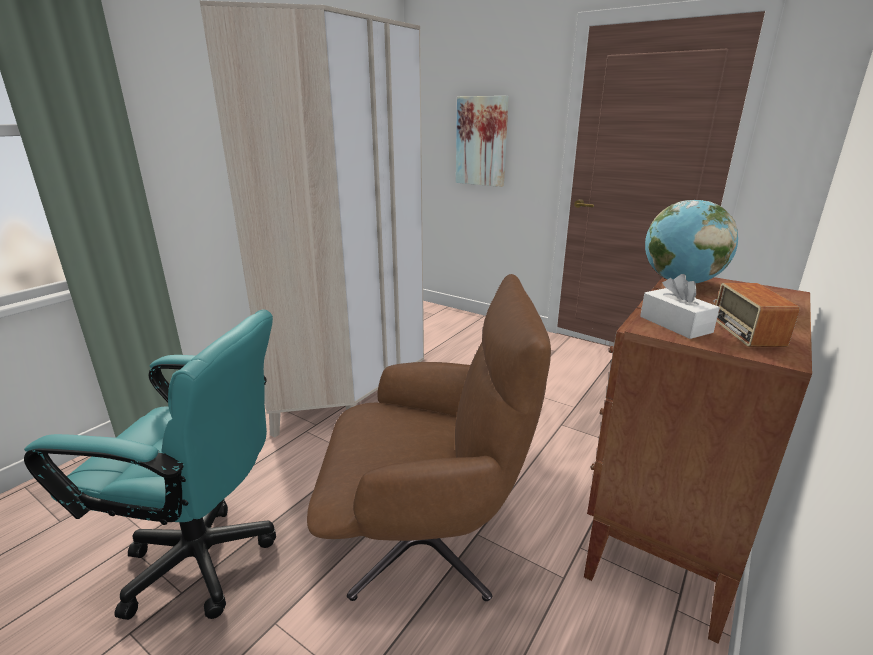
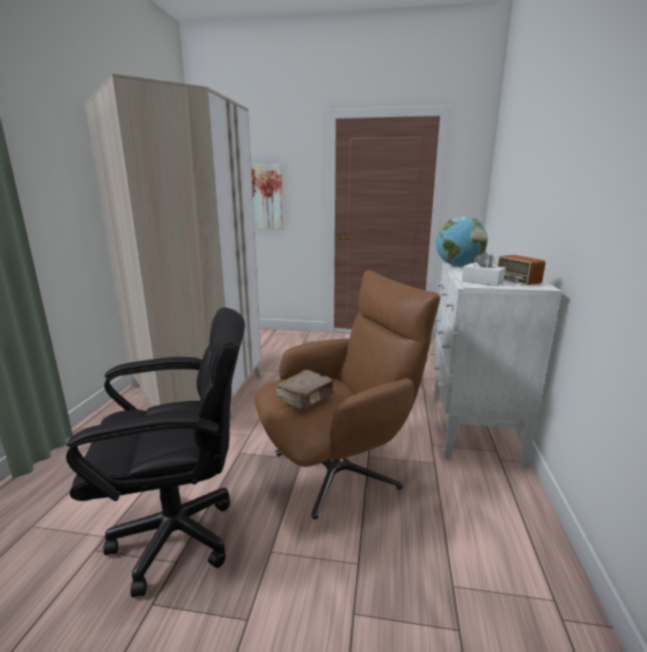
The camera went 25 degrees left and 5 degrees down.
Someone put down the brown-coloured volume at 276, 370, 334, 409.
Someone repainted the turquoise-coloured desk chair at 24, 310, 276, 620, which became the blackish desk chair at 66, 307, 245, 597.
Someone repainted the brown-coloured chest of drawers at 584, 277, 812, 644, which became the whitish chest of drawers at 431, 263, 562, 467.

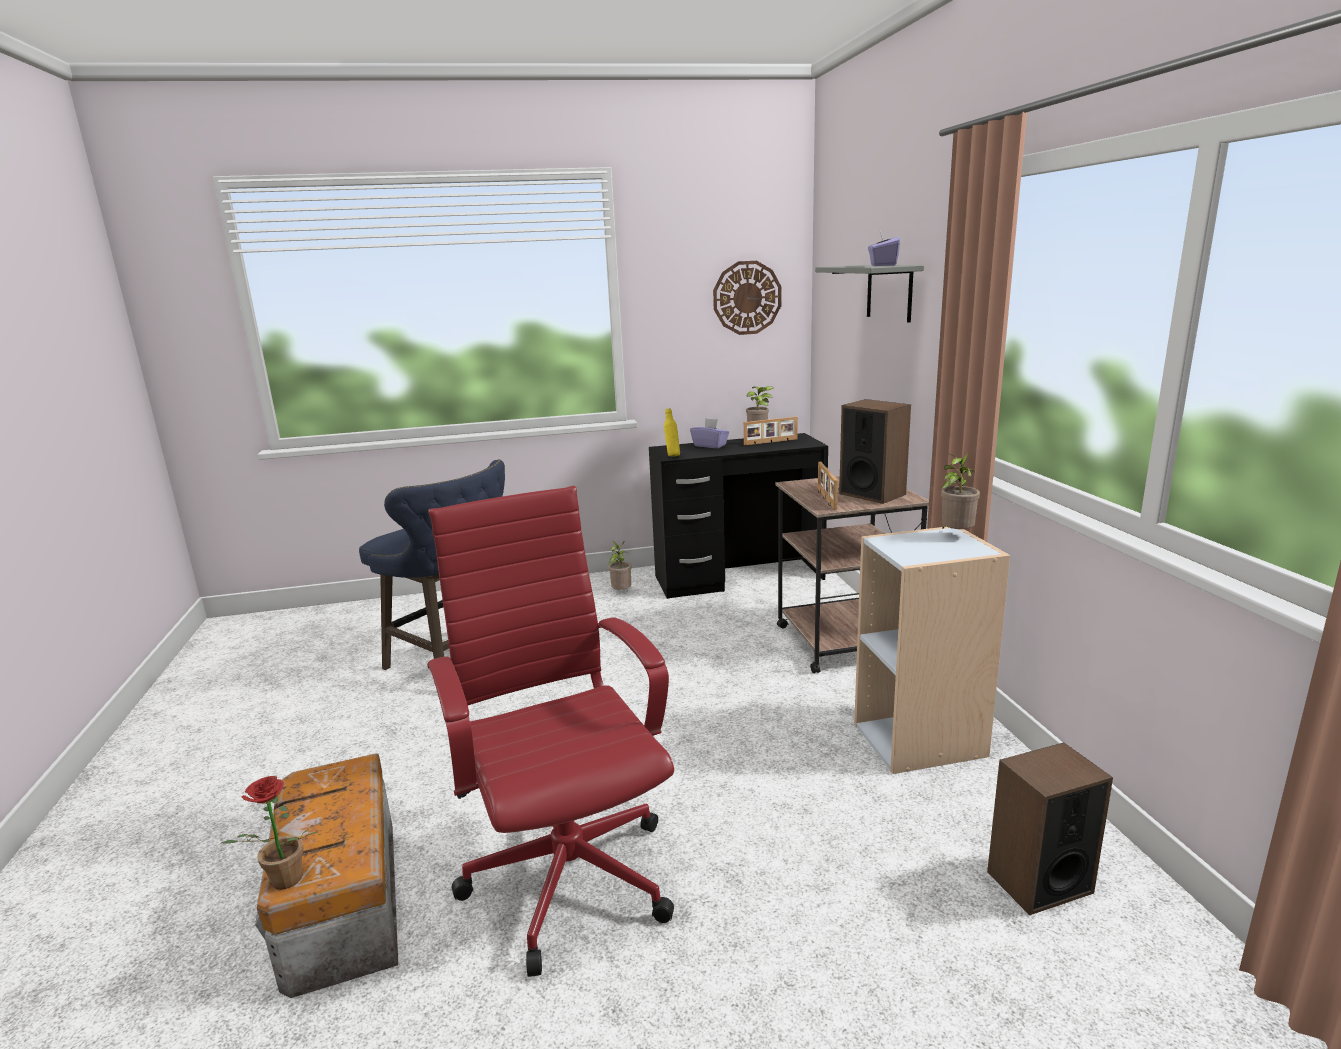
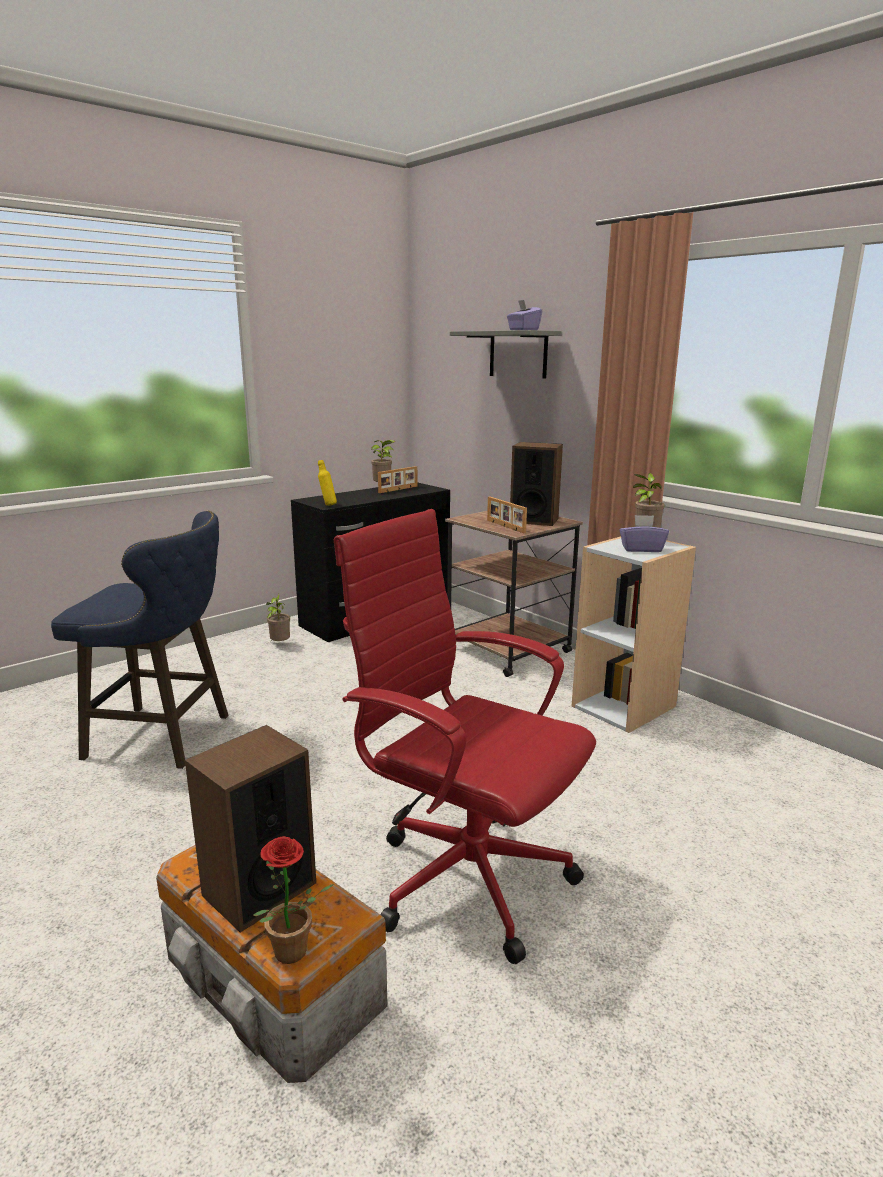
The camera went 30 degrees left and 0 degrees up.
Someone took away the wall clock at 713, 261, 782, 335.
Someone carried the purplish tissue holder from 690, 418, 729, 448 to 620, 515, 669, 552.
Someone carried the speaker from 987, 743, 1113, 915 to 185, 725, 316, 933.

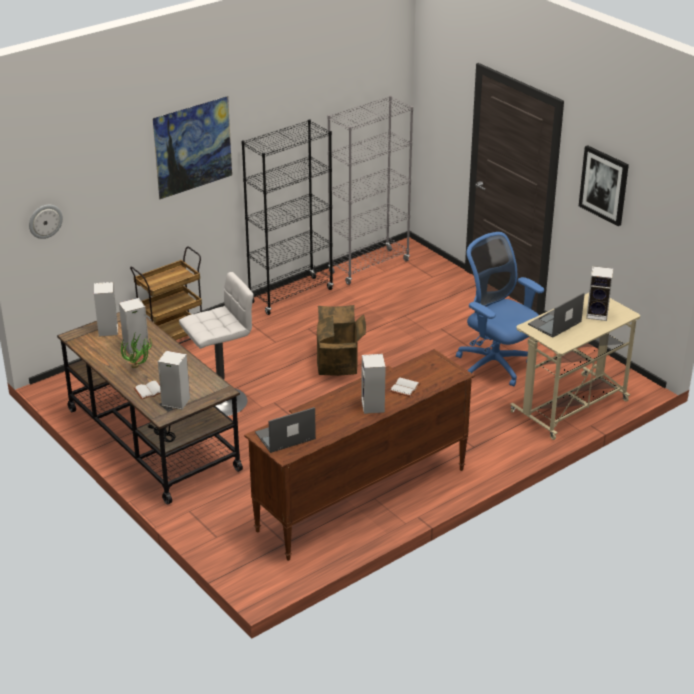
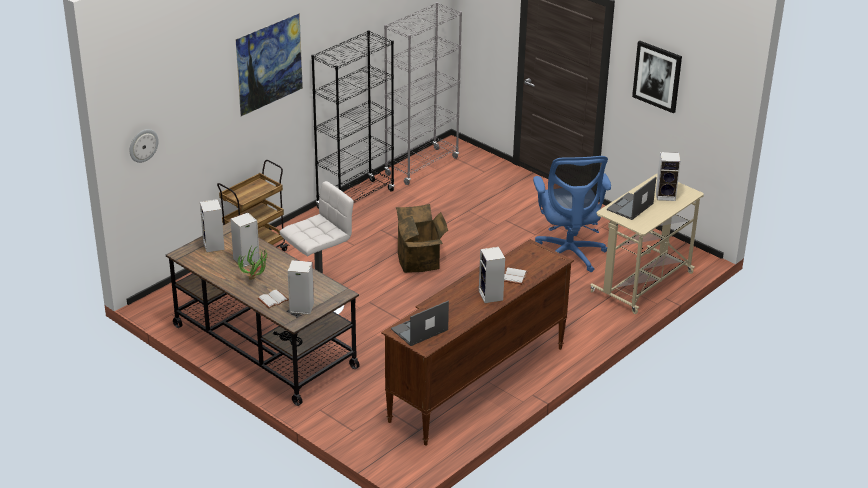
The camera went 10 degrees left and 0 degrees up.
Someone rotated the blue desk chair at 456, 232, 544, 386 by 135 degrees counterclockwise.

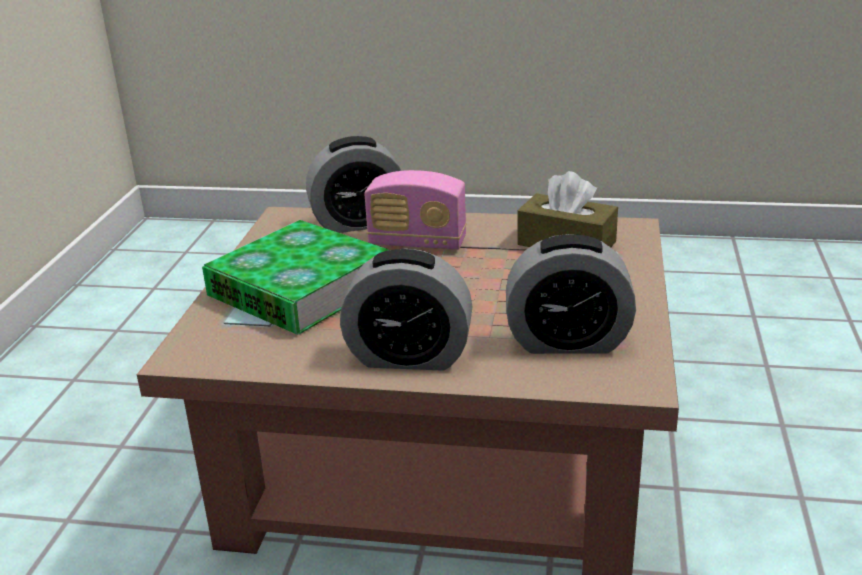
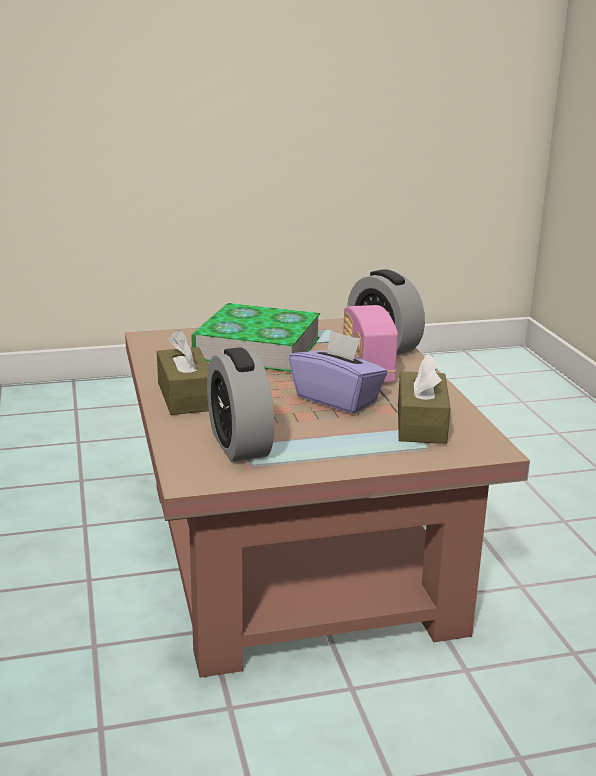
The camera went 65 degrees right and 5 degrees down.
Someone put down the purplish tissue holder at 289, 330, 387, 414.
Someone swapped the table clock at 340, 248, 472, 371 for the brown-coloured tissue holder at 157, 330, 209, 415.

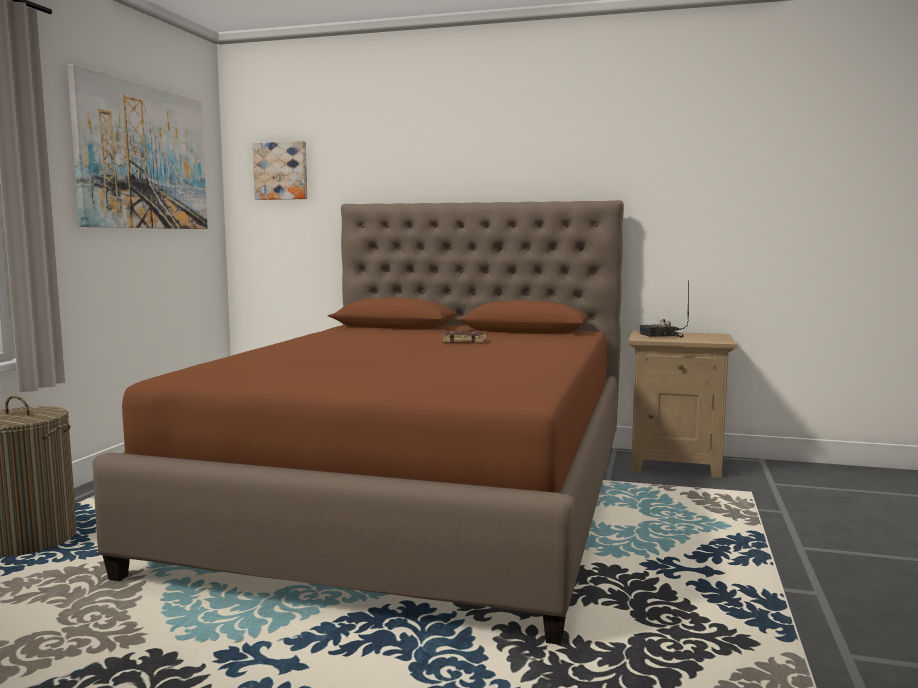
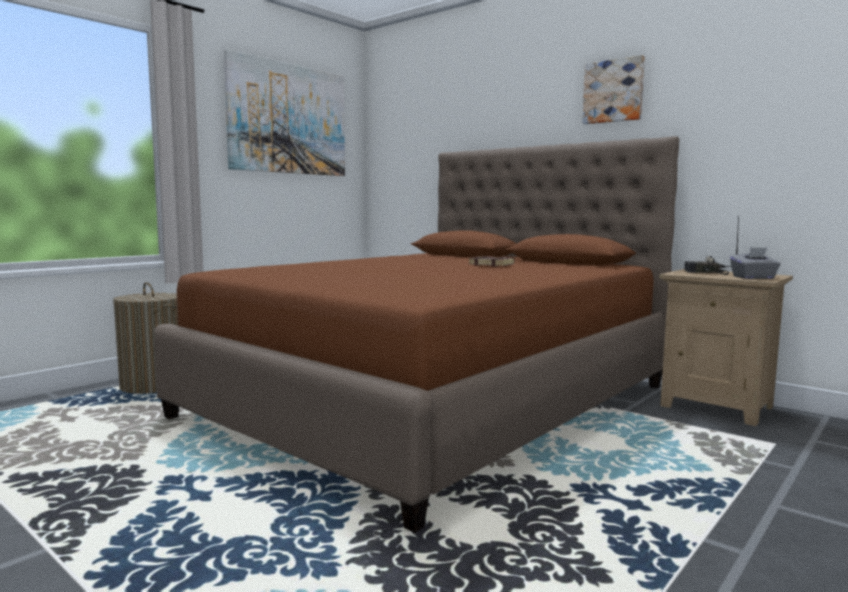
The camera went 25 degrees right and 0 degrees up.
Someone put down the gray tissue holder at 730, 247, 781, 279.
Someone carried the picture from 253, 141, 307, 200 to 582, 55, 645, 124.

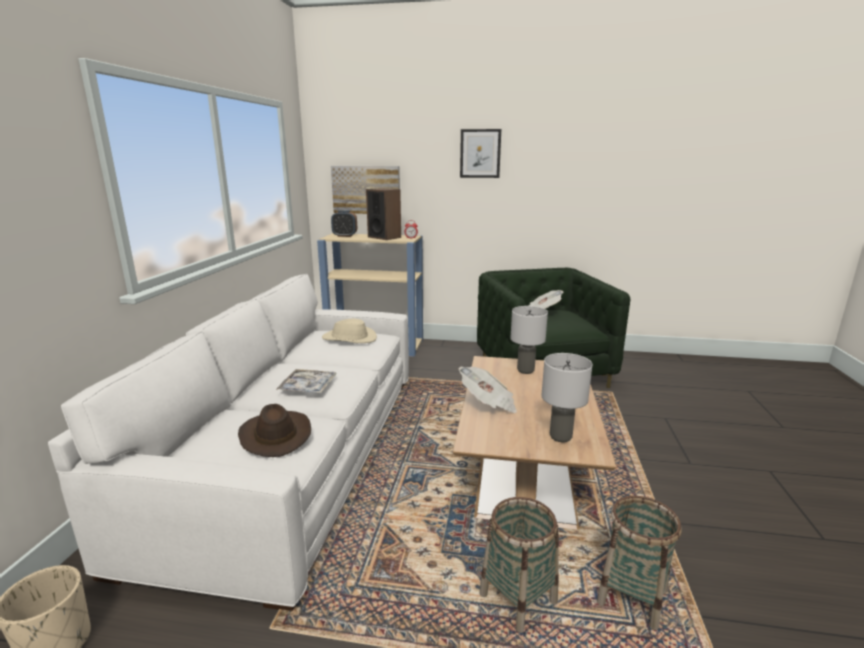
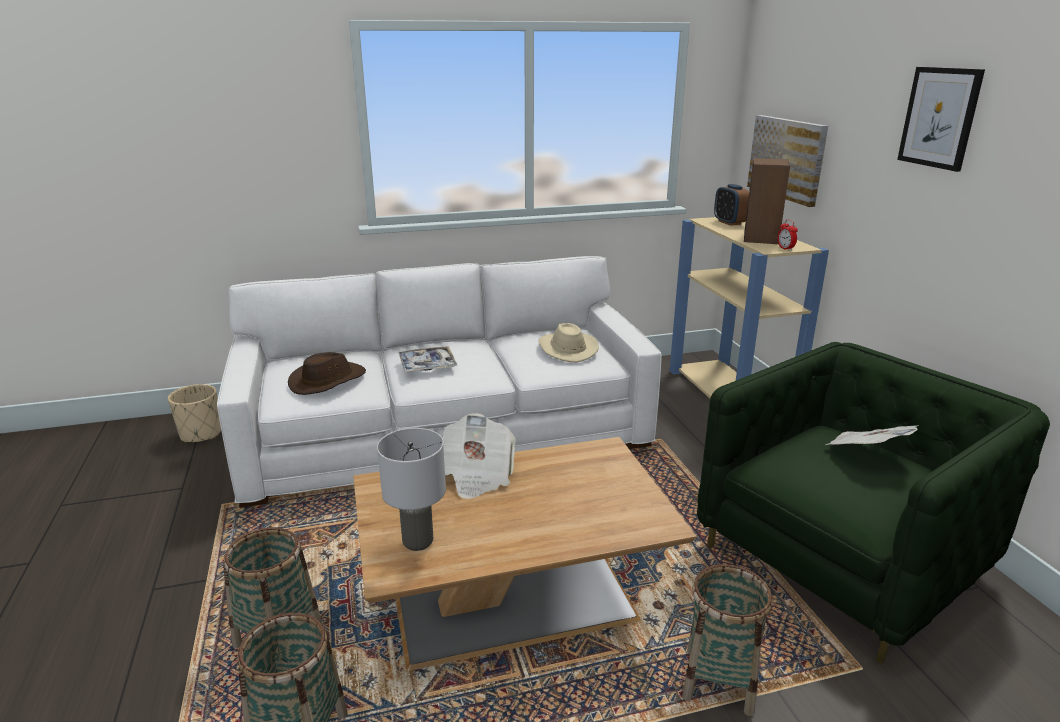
The camera went 65 degrees right and 5 degrees up.
Someone took away the whitish tabletop lamp at 510, 306, 548, 374.
Someone put down the storage basket at 682, 564, 773, 716.

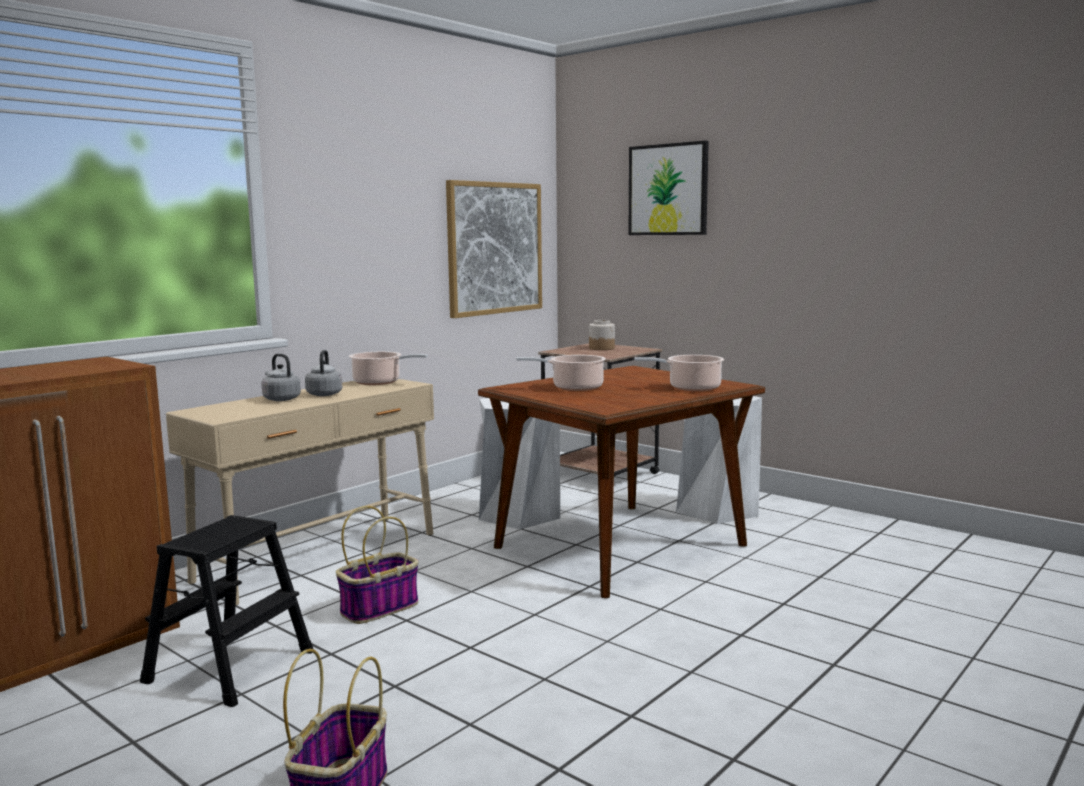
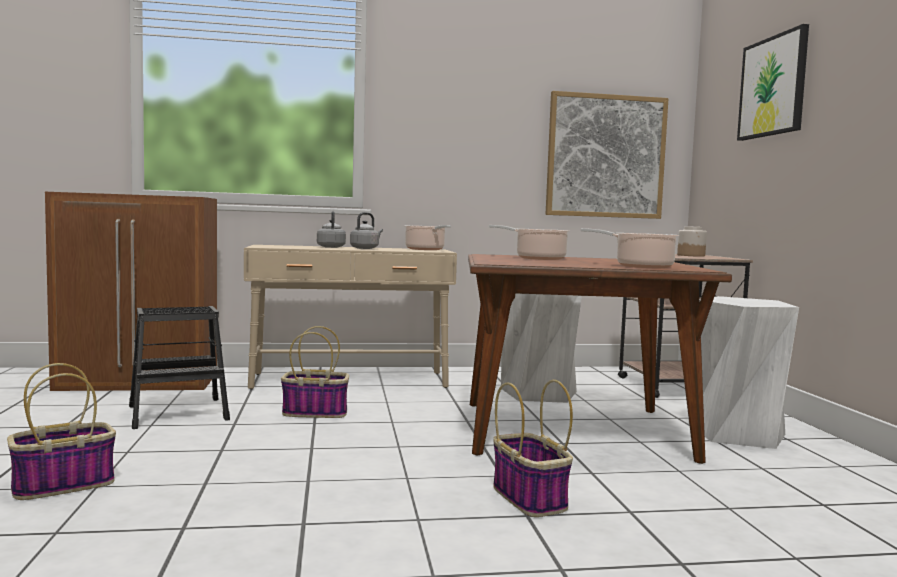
The camera went 40 degrees right and 5 degrees down.
Someone put down the storage basket at 493, 380, 573, 517.

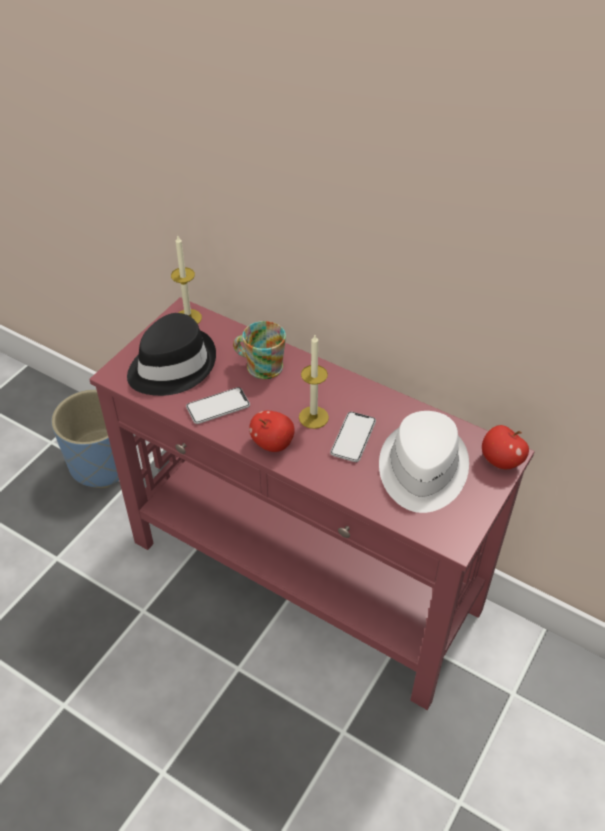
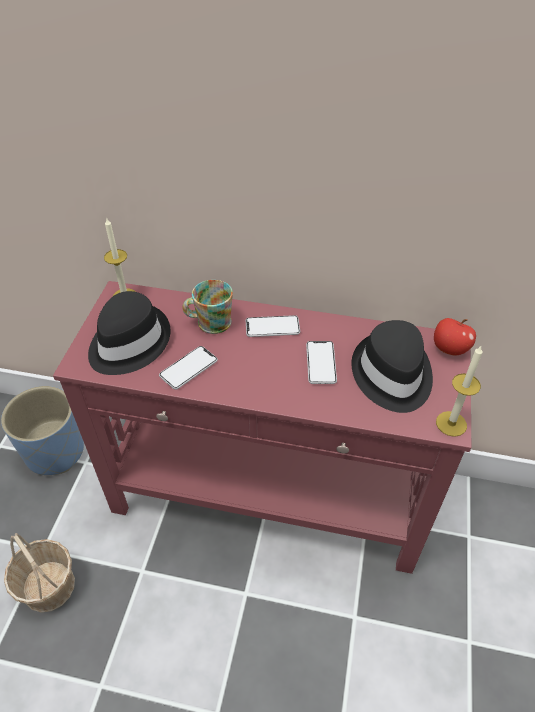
The camera went 20 degrees left and 0 degrees up.
Someone took away the whole apple at 249, 411, 295, 452.
Someone put down the storage basket at 4, 533, 75, 613.
Someone put down the telephone at 246, 315, 300, 337.
Someone carried the candle from 299, 335, 329, 429 to 436, 346, 483, 437.
Someone repainted the whitish clothing hat at 379, 411, 469, 513, which became the blackish clothing hat at 351, 320, 433, 413.

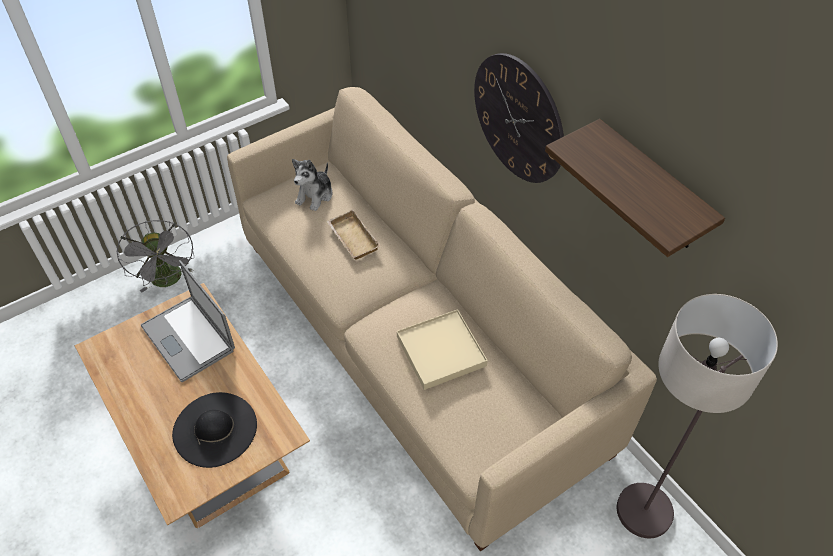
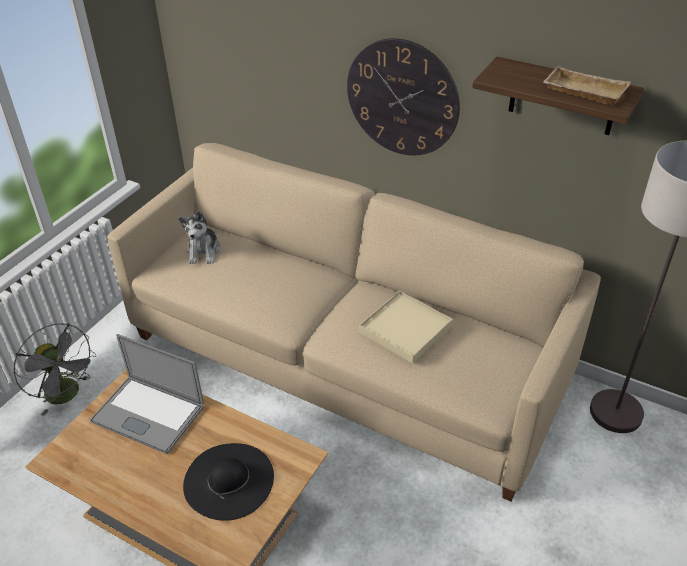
The camera went 25 degrees left and 10 degrees down.
Someone carried the beige-coloured serving tray from 327, 210, 381, 260 to 543, 66, 631, 105.

